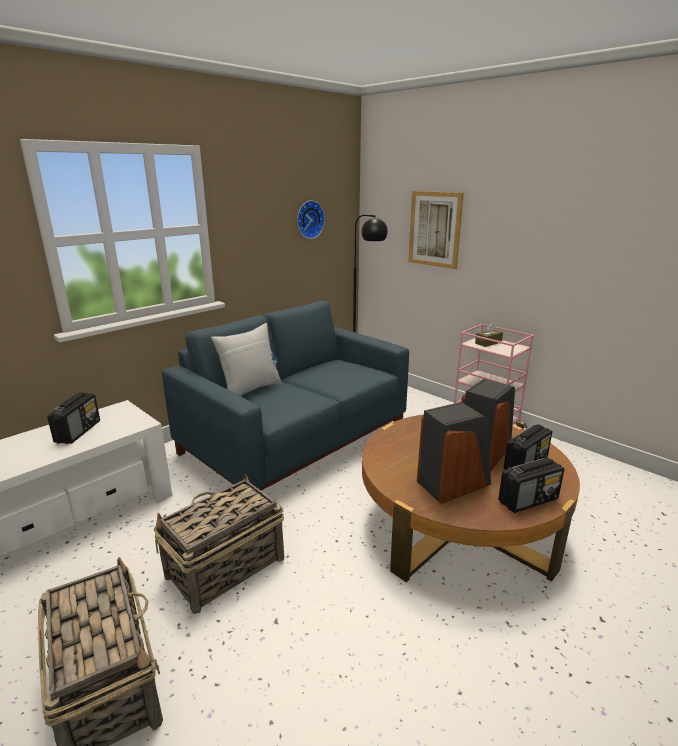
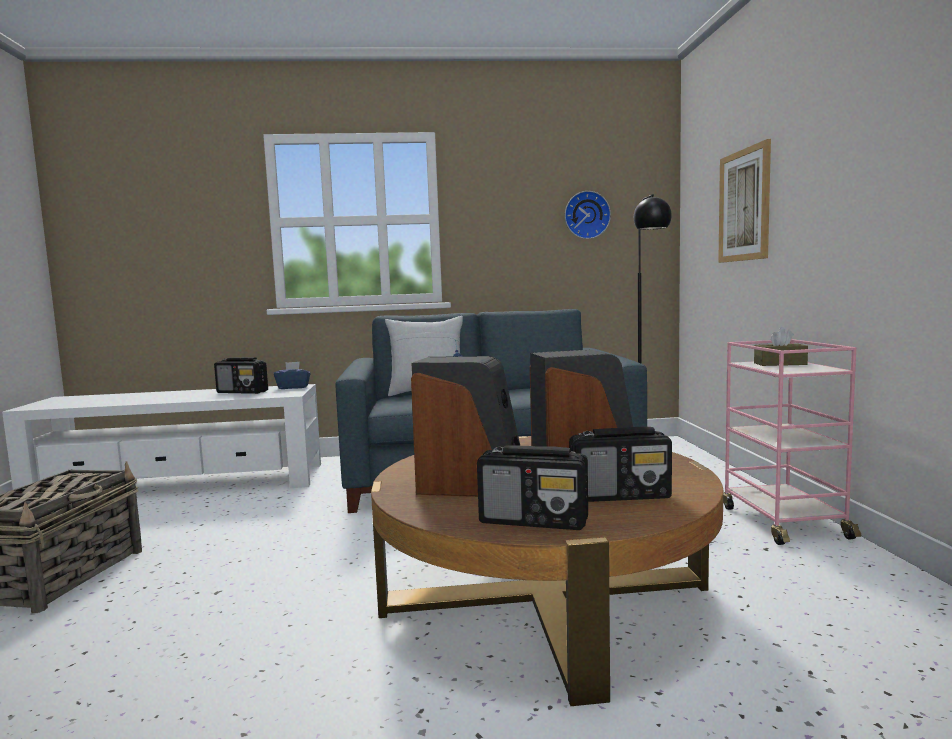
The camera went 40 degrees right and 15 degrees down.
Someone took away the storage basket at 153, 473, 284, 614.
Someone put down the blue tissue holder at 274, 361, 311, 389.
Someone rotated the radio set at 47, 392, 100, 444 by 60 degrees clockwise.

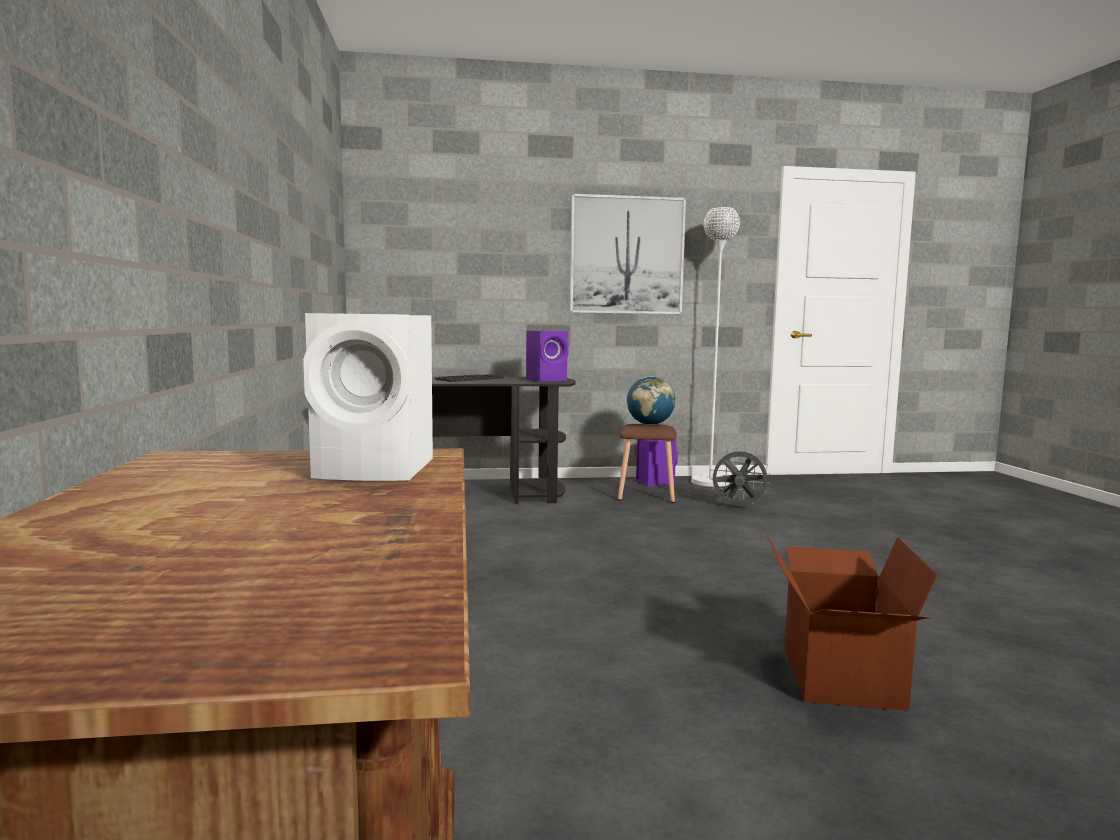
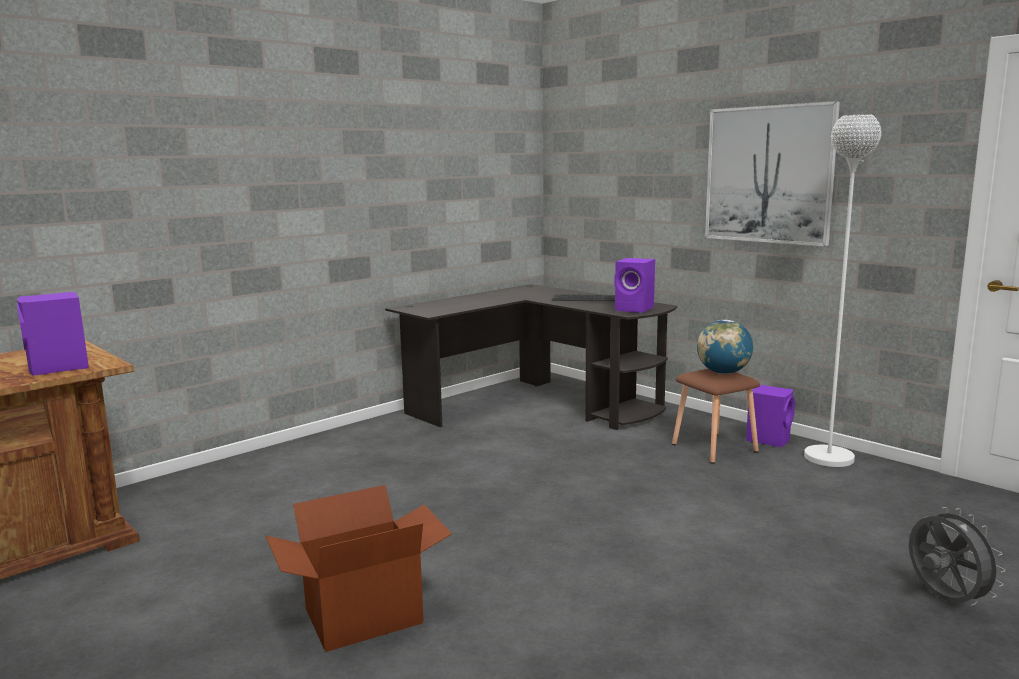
The camera went 55 degrees right and 5 degrees up.
Someone carried the gray fan from 710, 448, 771, 506 to 909, 507, 1005, 605.
Someone repainted the whitish speaker at 303, 313, 433, 481, which became the purplish speaker at 17, 292, 89, 376.

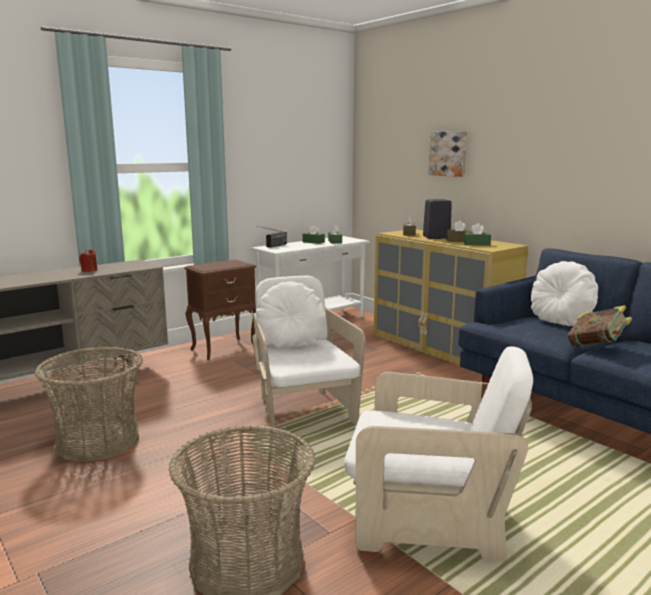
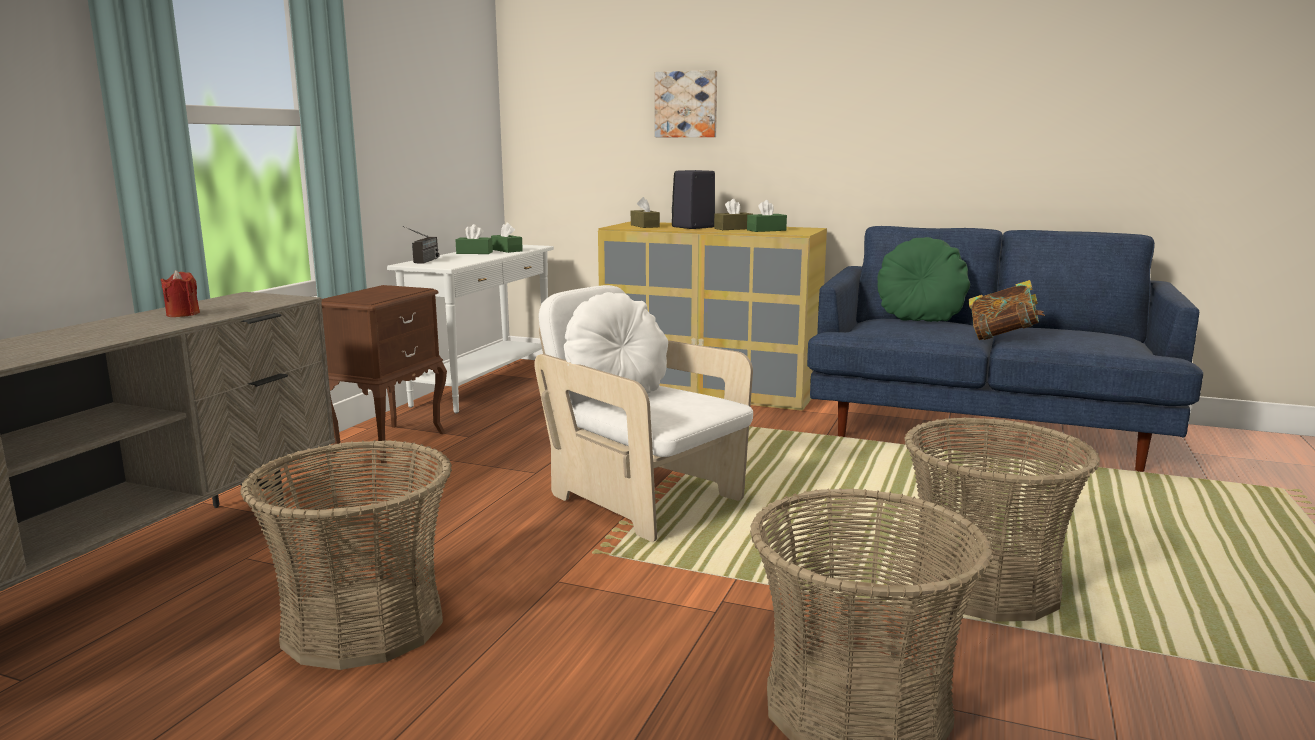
The camera went 30 degrees left and 0 degrees up.
Someone swapped the whitish lounge chair at 344, 346, 533, 561 for the storage basket at 904, 417, 1100, 622.
Someone repainted the whitish pillow at 531, 261, 598, 326, which became the green-coloured pillow at 877, 237, 970, 322.

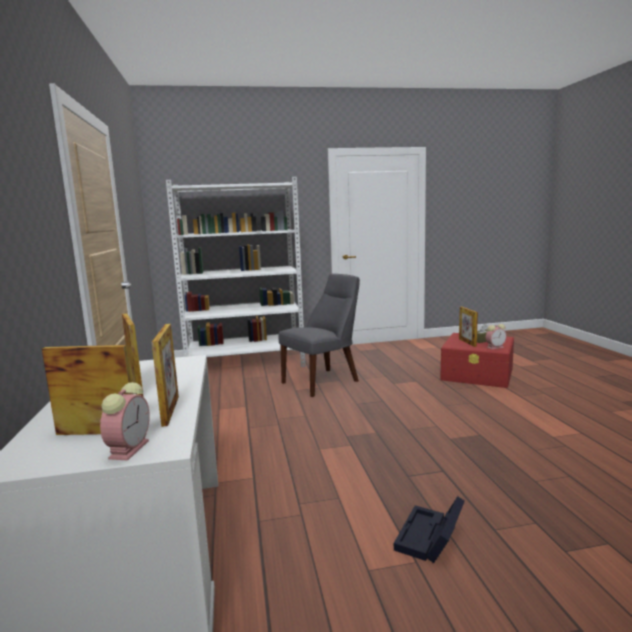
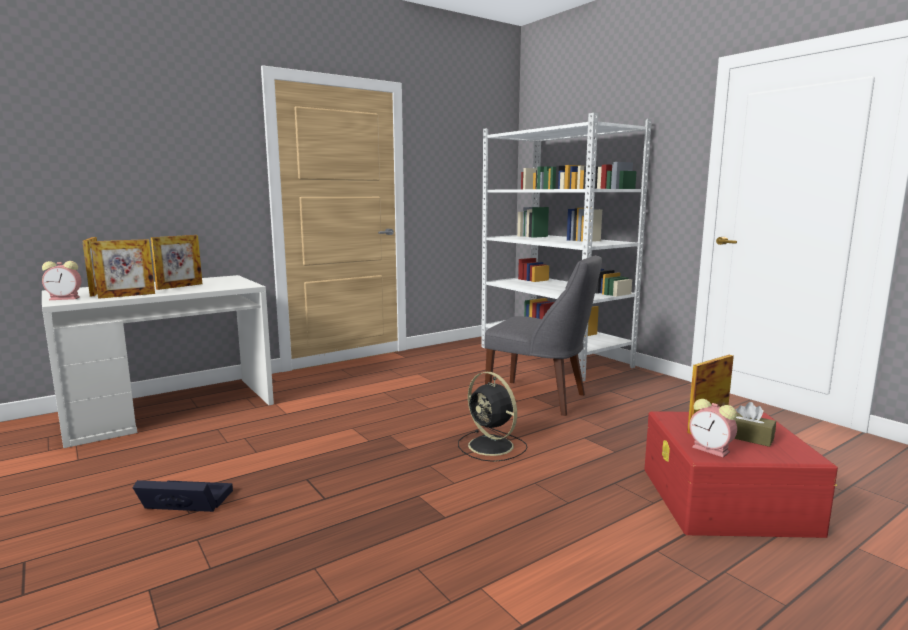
The camera went 65 degrees right and 0 degrees up.
Someone put down the blackish fan at 458, 372, 527, 462.

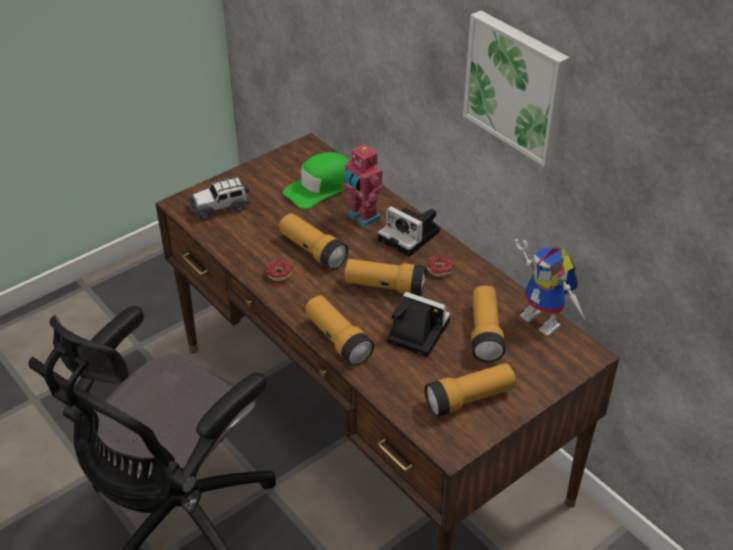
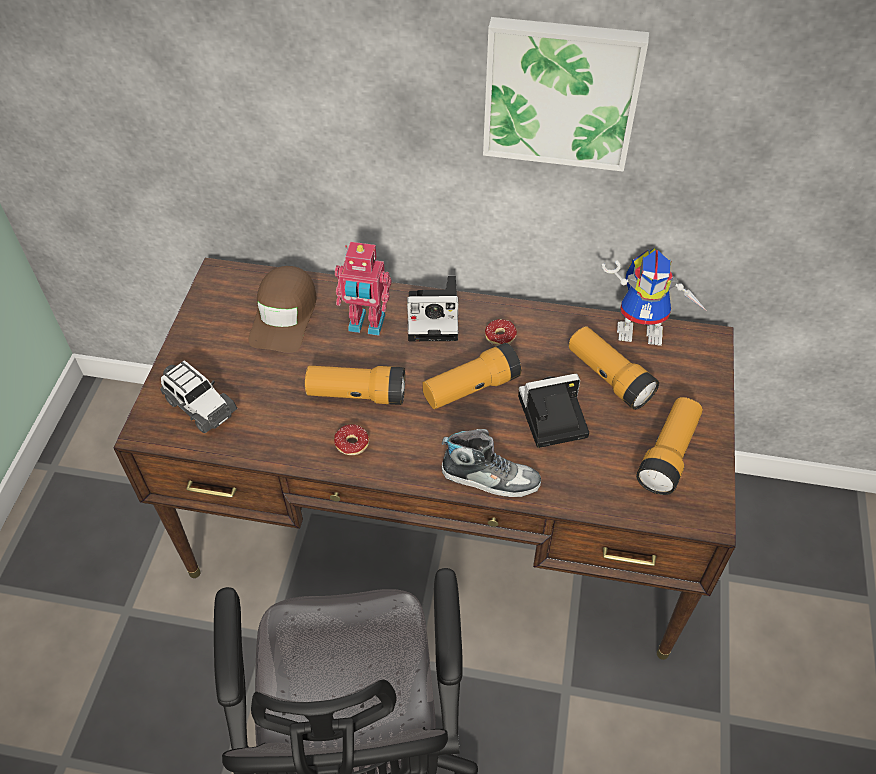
The camera went 40 degrees left and 10 degrees up.
Someone swapped the hand torch at 305, 295, 374, 366 for the item of footwear at 442, 429, 541, 497.
Someone repainted the green-coloured cap at 283, 152, 349, 209, which became the brown-coloured cap at 249, 266, 317, 353.
Someone rotated the toy car at 189, 176, 251, 220 by 75 degrees counterclockwise.

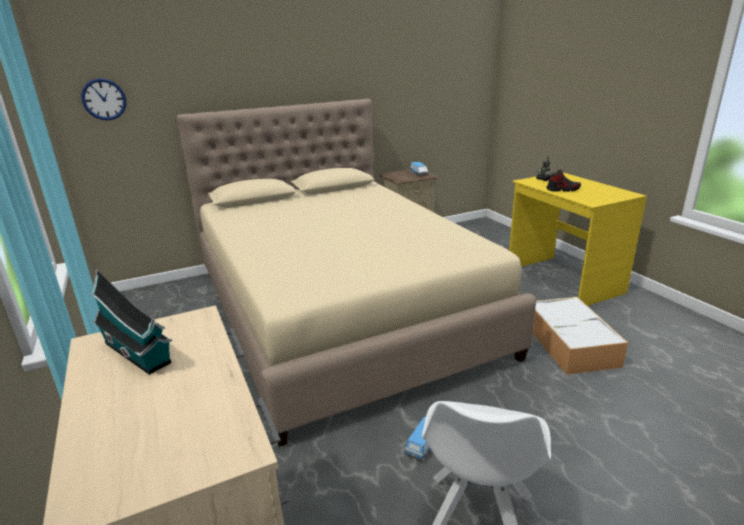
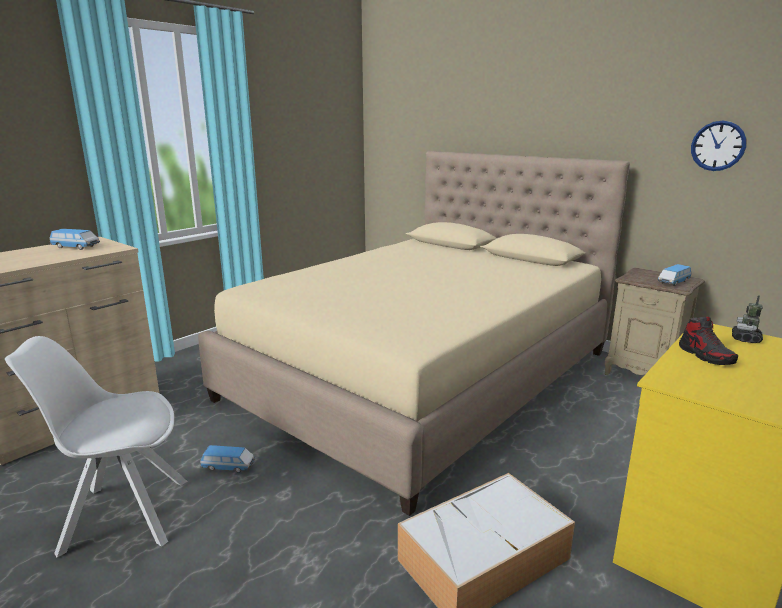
The camera went 65 degrees right and 5 degrees down.
Someone carried the wall clock from 81, 78, 126, 120 to 691, 121, 747, 171.
Someone swapped the miniature house at 91, 269, 173, 375 for the toy car at 49, 229, 100, 250.

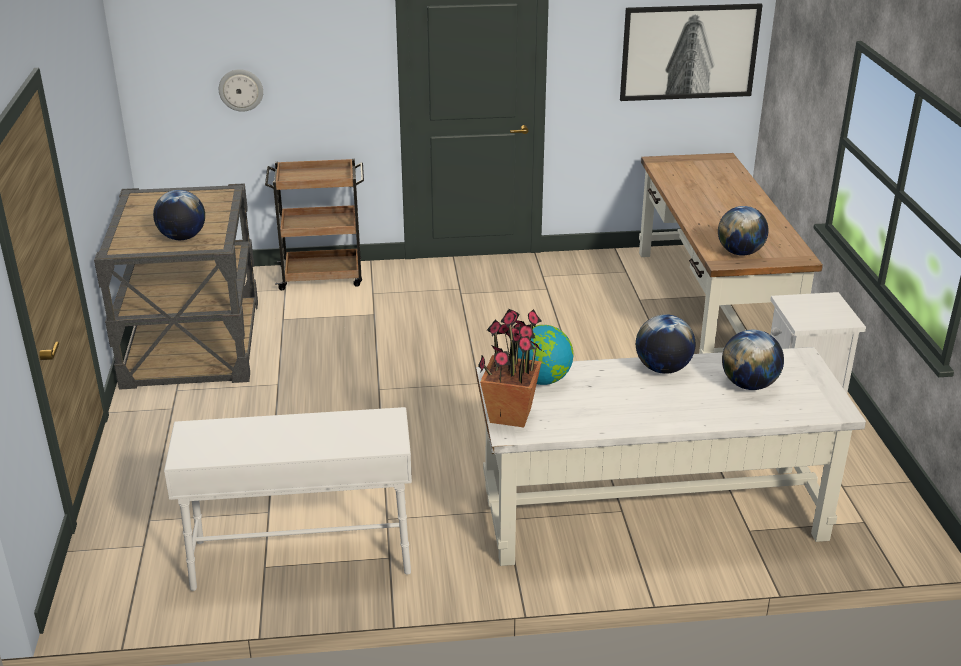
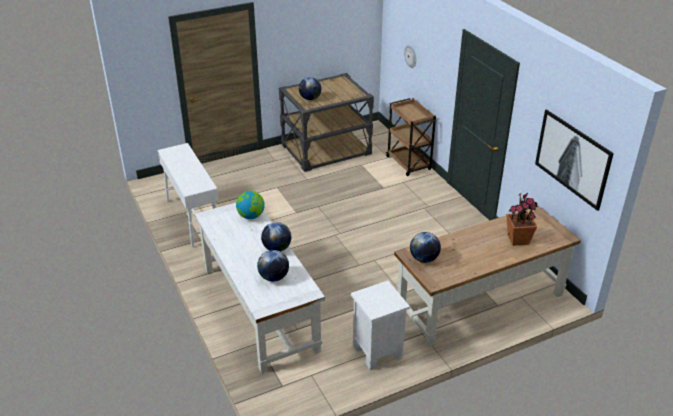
The camera went 70 degrees right and 5 degrees up.
Someone carried the potted plant from 478, 309, 543, 428 to 506, 192, 537, 246.

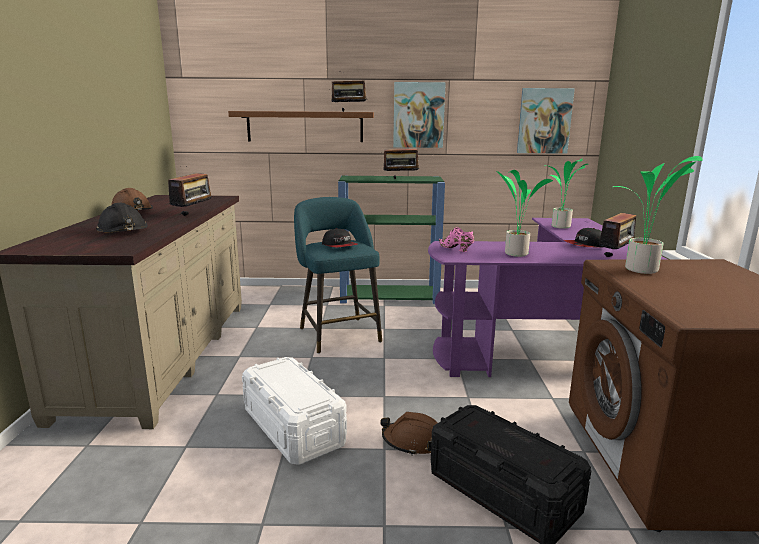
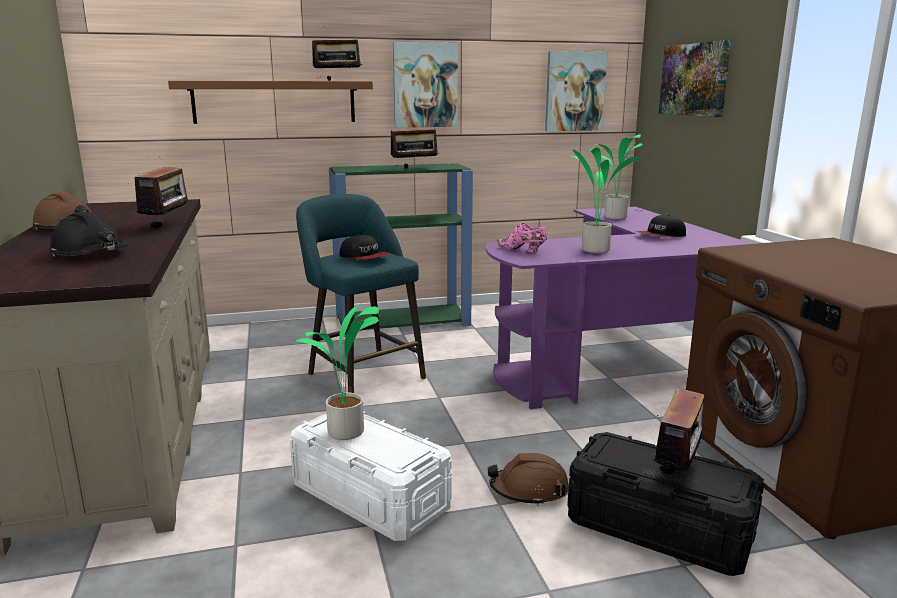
The camera went 15 degrees left and 0 degrees up.
Someone put up the picture at 659, 40, 731, 117.
Someone carried the radio set from 599, 206, 636, 257 to 654, 388, 707, 480.
Someone carried the potted plant from 613, 156, 703, 274 to 295, 304, 379, 440.

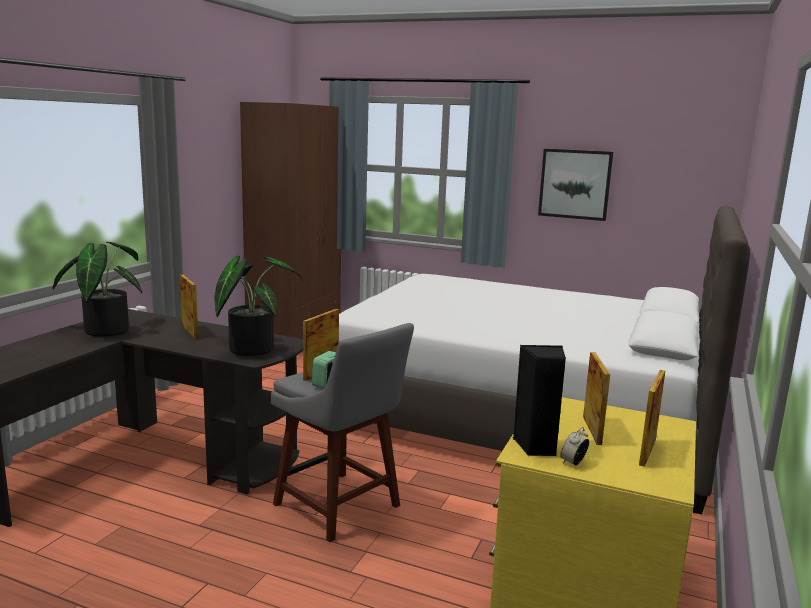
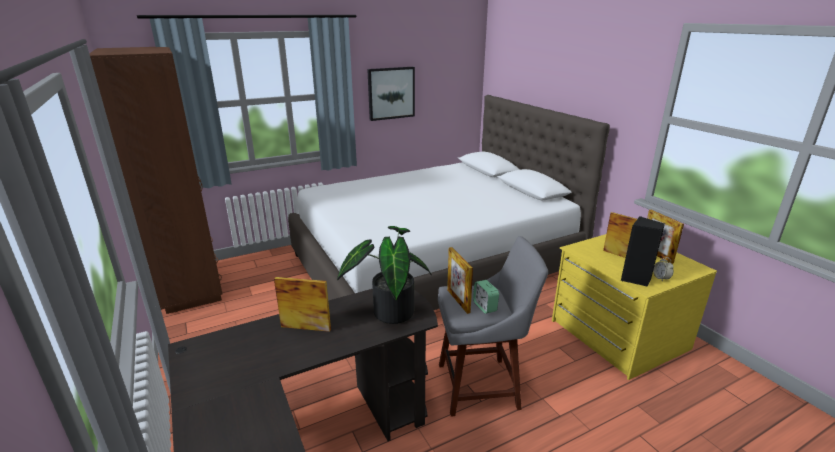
The camera went 50 degrees left and 10 degrees up.
Someone took away the potted plant at 53, 242, 142, 337.

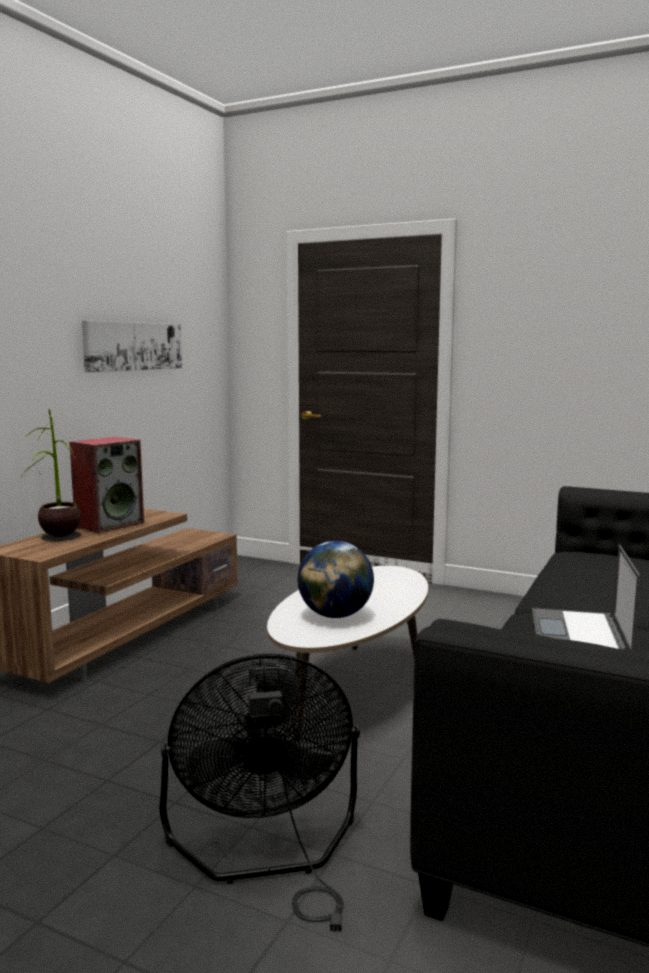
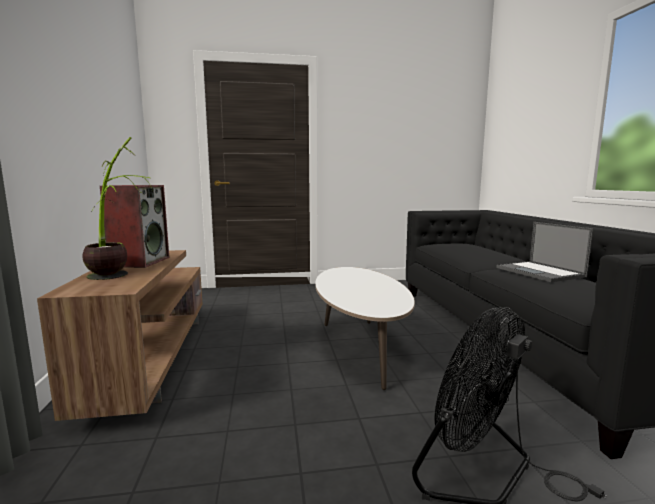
The camera went 35 degrees left and 0 degrees up.
Someone took away the picture at 82, 321, 182, 372.
Someone took away the desk globe at 298, 541, 374, 618.

